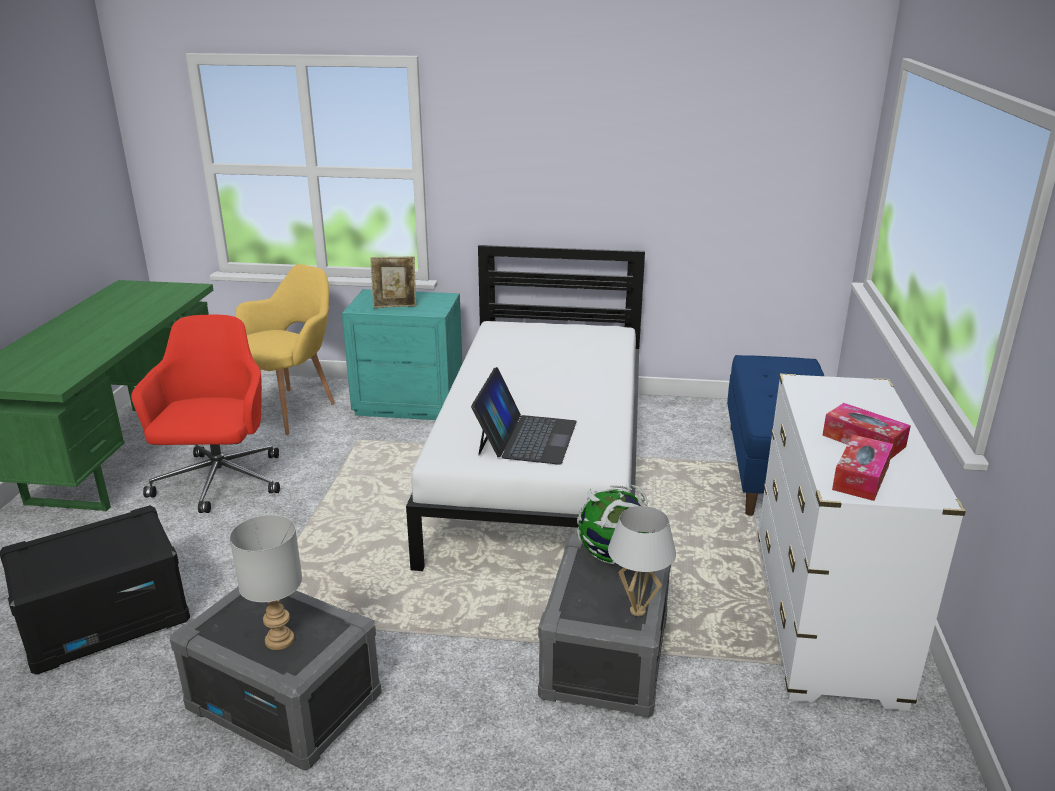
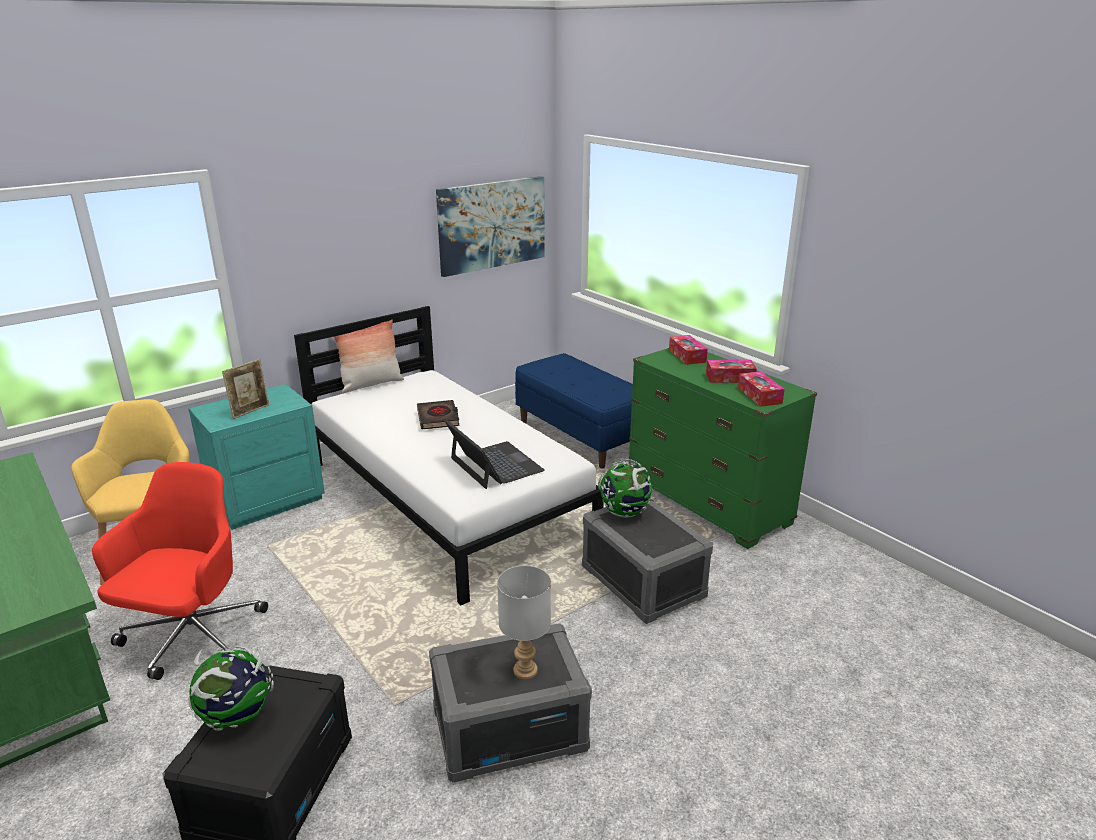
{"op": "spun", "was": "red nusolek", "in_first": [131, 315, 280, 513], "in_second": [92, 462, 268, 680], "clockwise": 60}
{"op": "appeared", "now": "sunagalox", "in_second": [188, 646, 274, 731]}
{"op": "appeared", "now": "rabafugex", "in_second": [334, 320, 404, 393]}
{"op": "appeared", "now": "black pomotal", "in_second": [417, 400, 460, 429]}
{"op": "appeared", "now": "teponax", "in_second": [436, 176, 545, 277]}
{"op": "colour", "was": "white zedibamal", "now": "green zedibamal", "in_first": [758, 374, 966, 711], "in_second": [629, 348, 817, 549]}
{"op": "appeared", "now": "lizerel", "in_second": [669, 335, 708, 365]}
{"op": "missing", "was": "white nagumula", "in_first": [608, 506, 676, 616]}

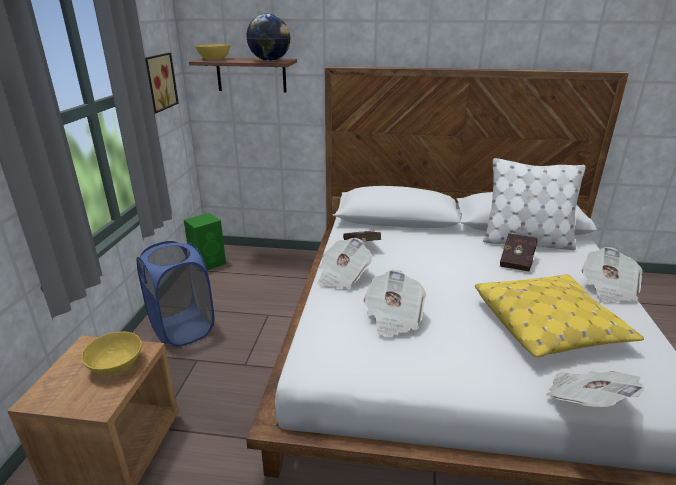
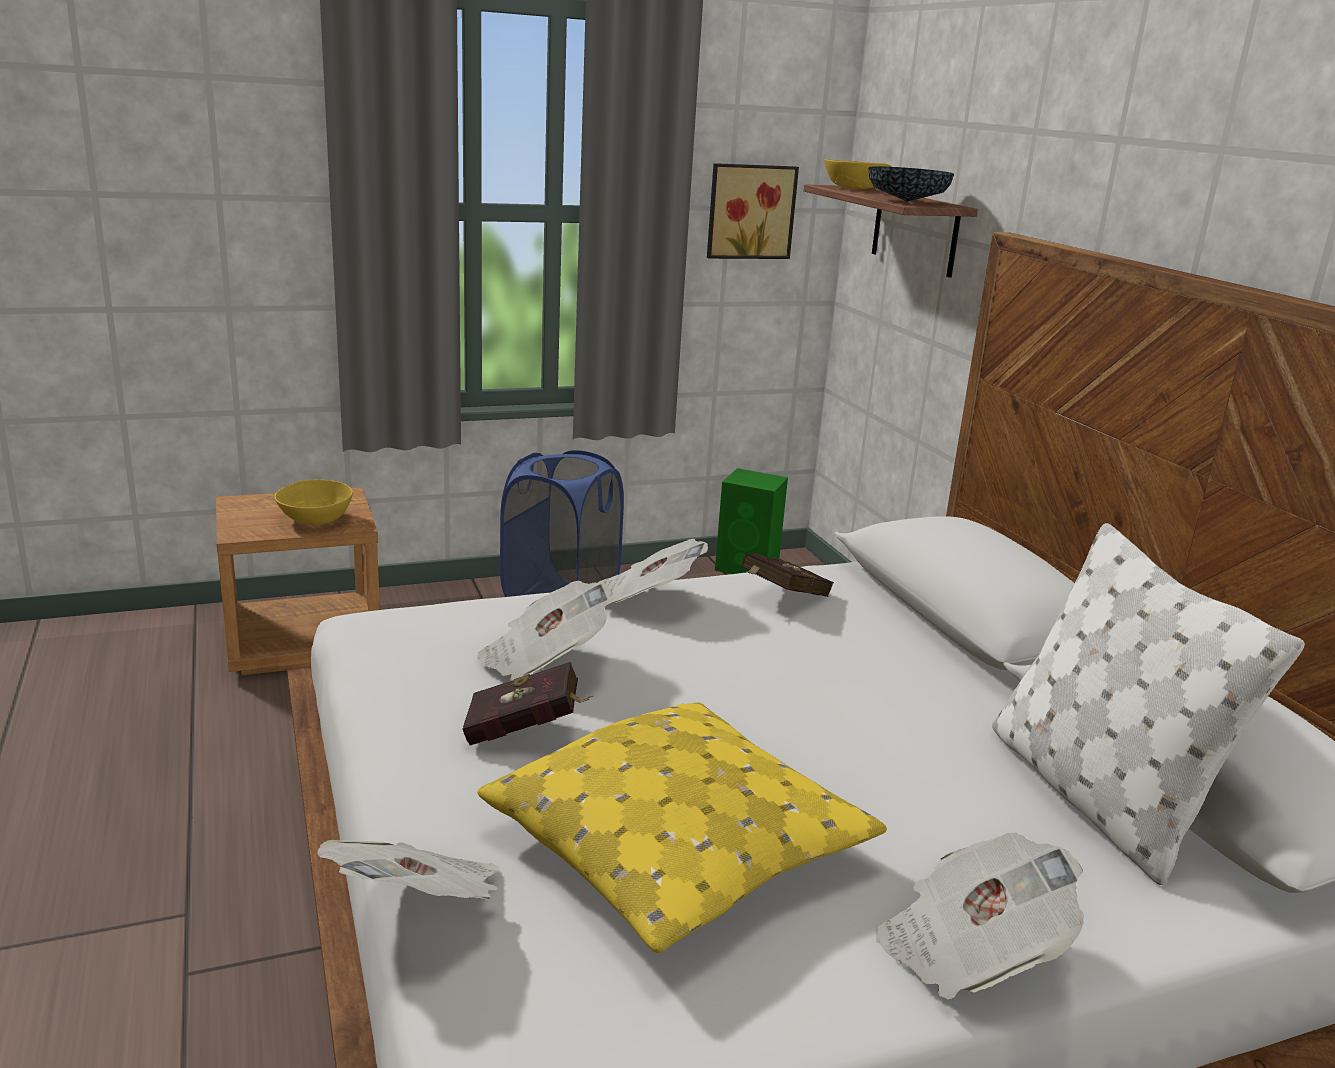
{"op": "relocated", "was": "red pomotal", "in_first": [500, 233, 537, 271], "in_second": [462, 662, 593, 745]}
{"op": "exchanged", "was": "sunagalox", "now": "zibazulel", "in_first": [246, 14, 291, 61], "in_second": [869, 166, 954, 201]}

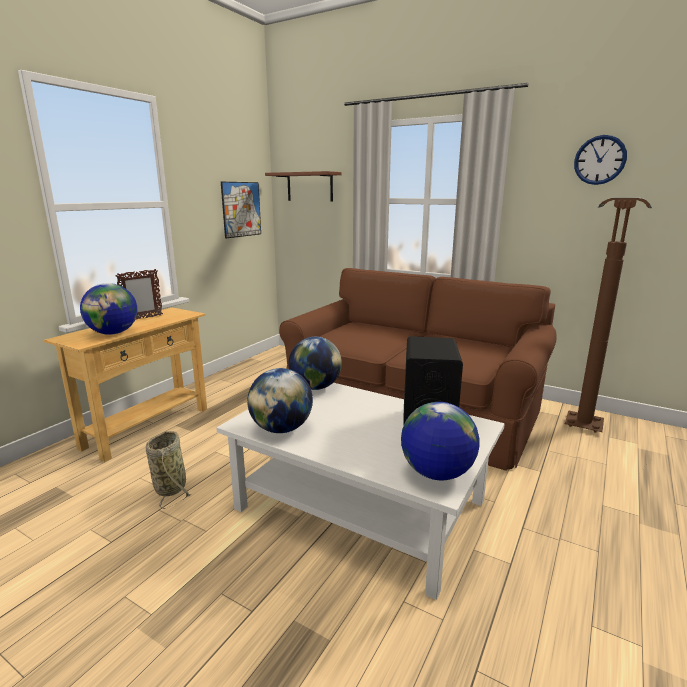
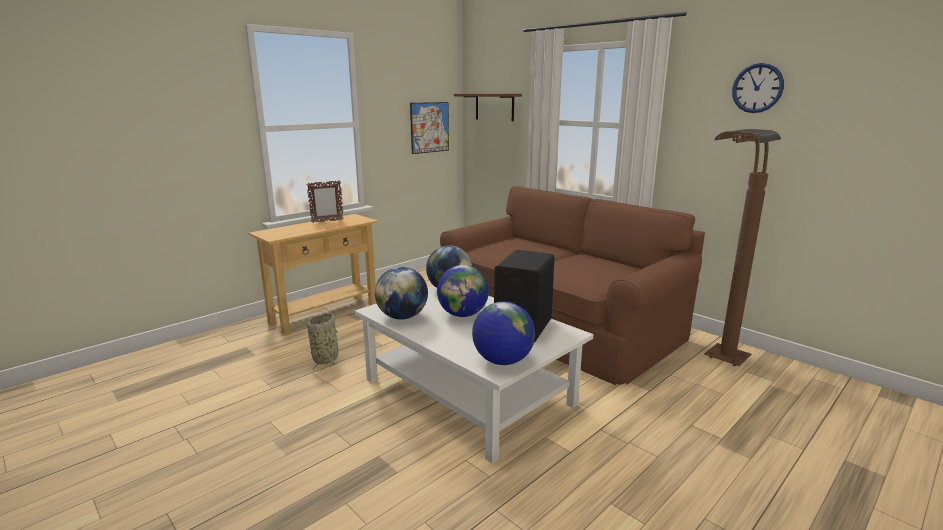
{"op": "relocated", "was": "sunagalox", "in_first": [80, 283, 137, 335], "in_second": [437, 265, 489, 317]}

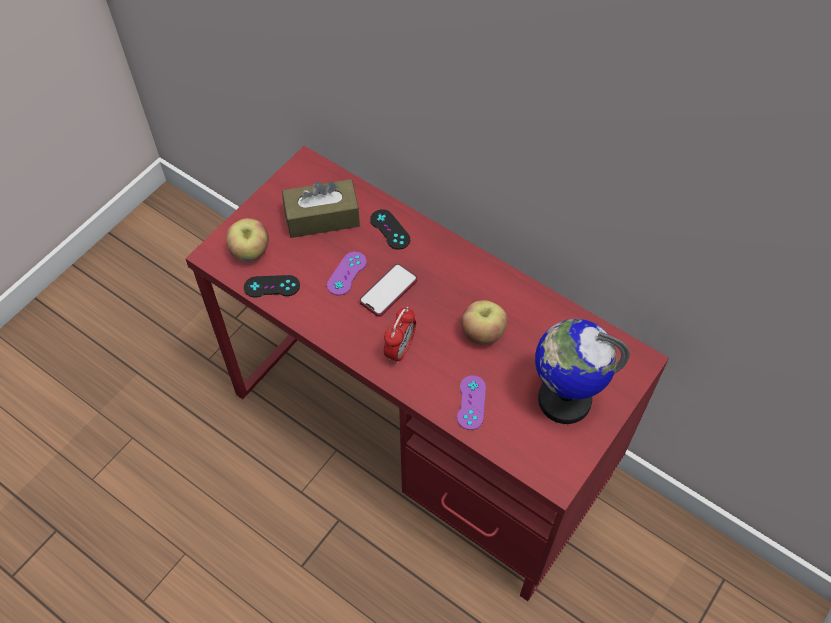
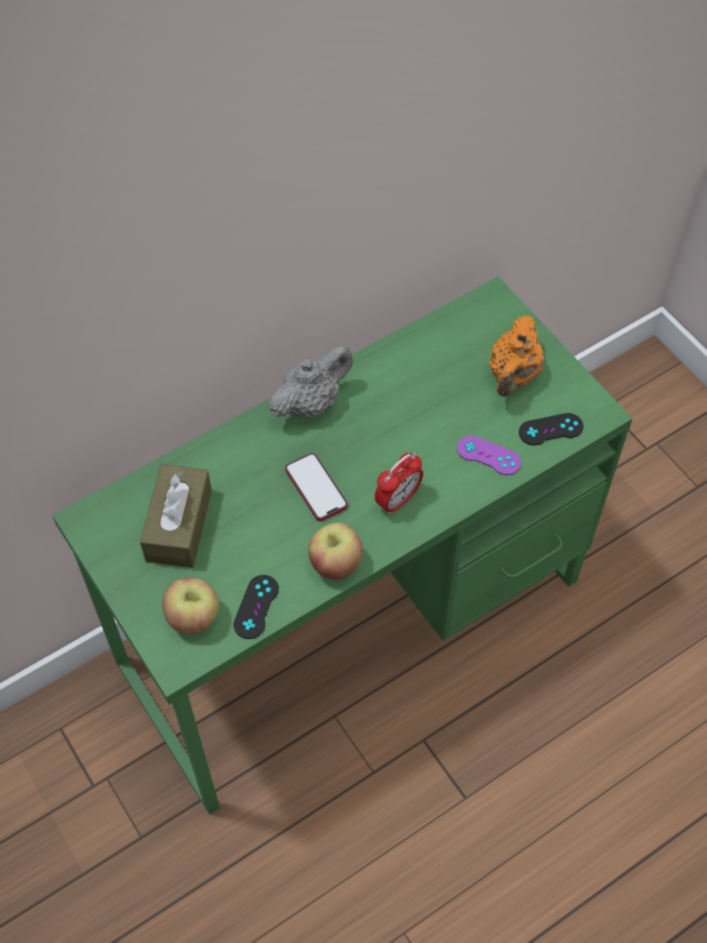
{"op": "colour", "was": "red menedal", "now": "green menedal", "in_first": [185, 146, 669, 601], "in_second": [52, 276, 633, 815]}
{"op": "appeared", "now": "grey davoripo", "in_second": [269, 345, 353, 418]}
{"op": "relocated", "was": "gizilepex", "in_first": [461, 300, 508, 345], "in_second": [308, 522, 363, 580]}
{"op": "spun", "was": "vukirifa", "in_first": [384, 307, 416, 364], "in_second": [375, 453, 423, 515], "clockwise": 90}
{"op": "exchanged", "was": "sunagalox", "now": "orange davoripo", "in_first": [535, 319, 630, 424], "in_second": [489, 315, 544, 397]}
{"op": "relocated", "was": "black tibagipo", "in_first": [370, 209, 411, 250], "in_second": [519, 413, 583, 445]}
{"op": "missing", "was": "purple tibagipo", "in_first": [327, 252, 367, 296]}

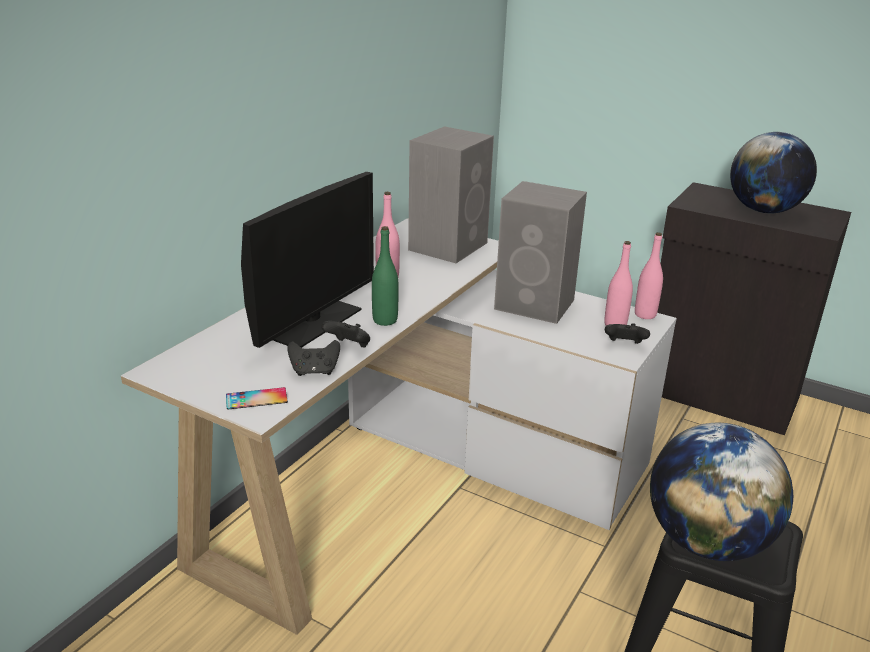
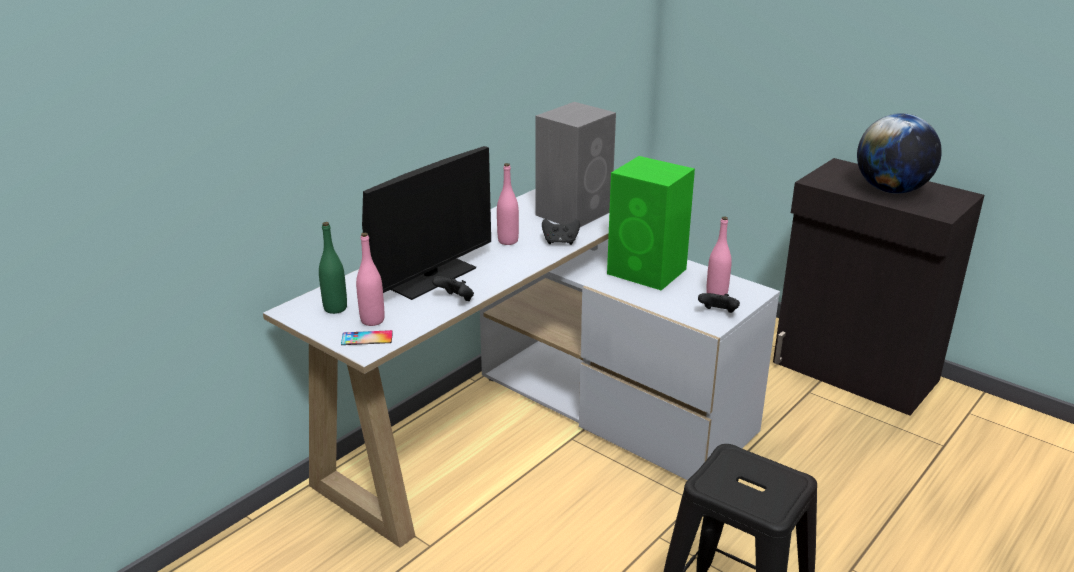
{"op": "relocated", "was": "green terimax", "in_first": [372, 226, 399, 326], "in_second": [319, 222, 347, 314]}
{"op": "relocated", "was": "pink terimax", "in_first": [635, 232, 663, 319], "in_second": [356, 233, 385, 326]}
{"op": "relocated", "was": "black tibagipo", "in_first": [287, 340, 340, 376], "in_second": [542, 219, 580, 245]}
{"op": "colour", "was": "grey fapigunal", "now": "green fapigunal", "in_first": [494, 181, 587, 324], "in_second": [607, 156, 695, 290]}
{"op": "missing", "was": "sunagalox", "in_first": [650, 423, 793, 561]}

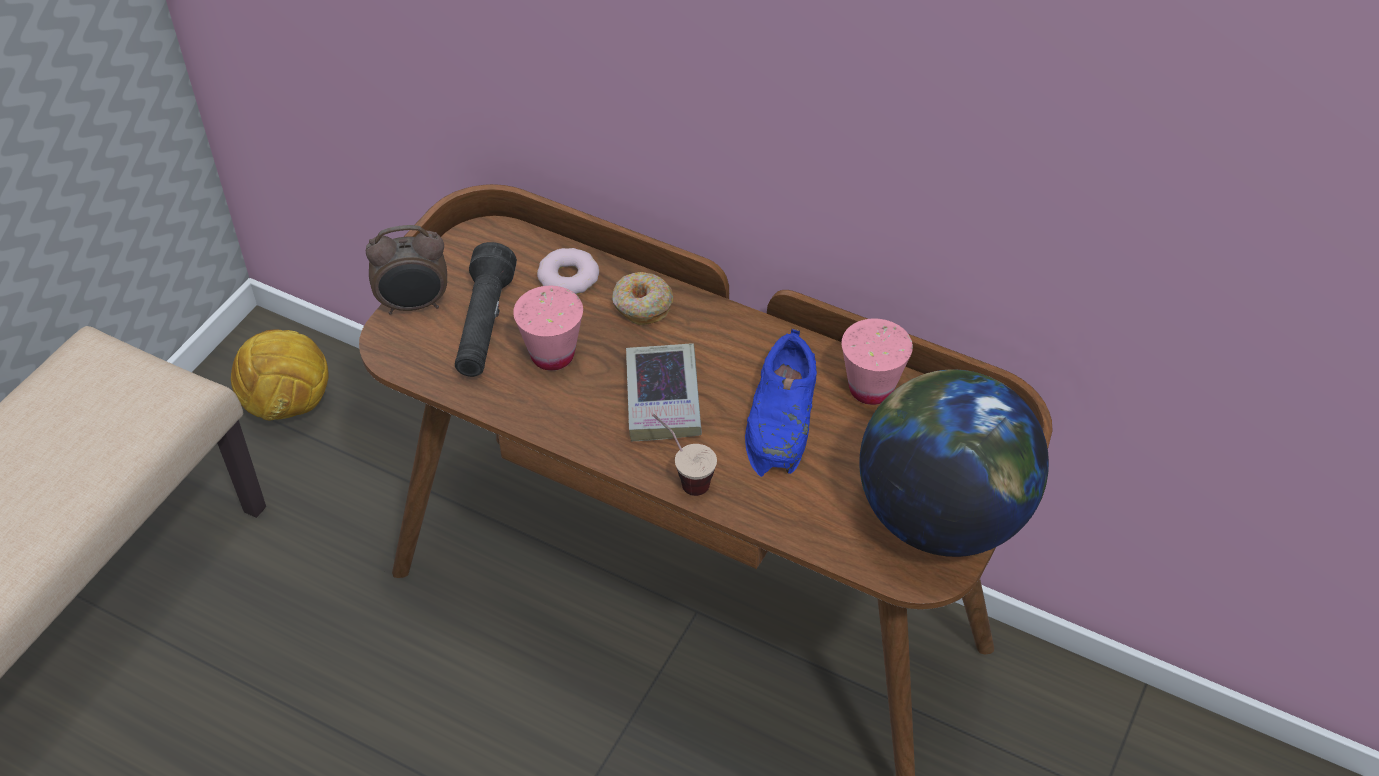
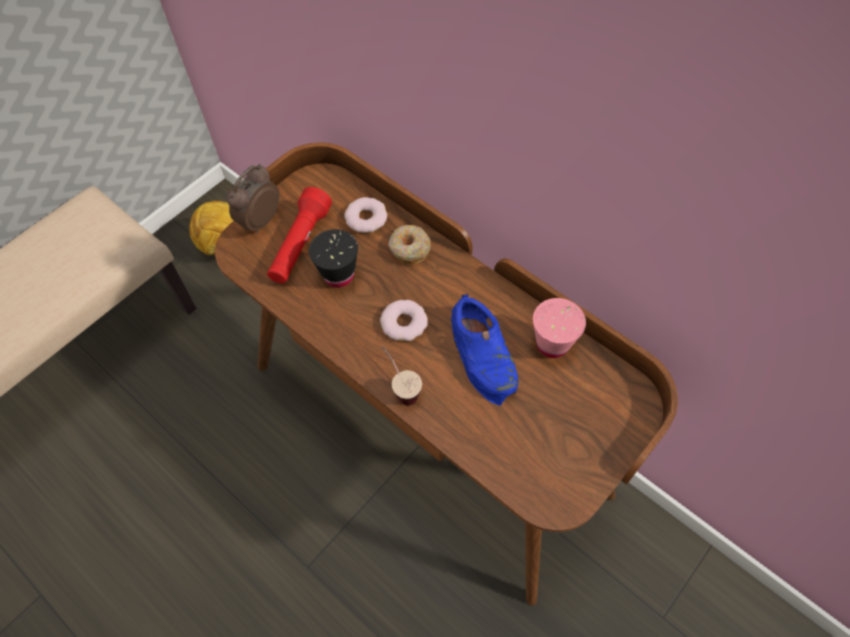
{"op": "spun", "was": "vukirifa", "in_first": [366, 225, 447, 315], "in_second": [226, 164, 280, 234], "clockwise": 120}
{"op": "colour", "was": "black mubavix", "now": "red mubavix", "in_first": [455, 242, 517, 377], "in_second": [267, 187, 332, 283]}
{"op": "colour", "was": "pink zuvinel", "now": "black zuvinel", "in_first": [513, 286, 583, 371], "in_second": [309, 229, 358, 288]}
{"op": "exchanged", "was": "pomotal", "now": "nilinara", "in_first": [626, 343, 702, 441], "in_second": [380, 300, 428, 341]}
{"op": "spun", "was": "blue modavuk", "in_first": [745, 328, 817, 477], "in_second": [451, 293, 519, 405], "clockwise": -45}
{"op": "missing", "was": "sunagalox", "in_first": [859, 370, 1049, 557]}

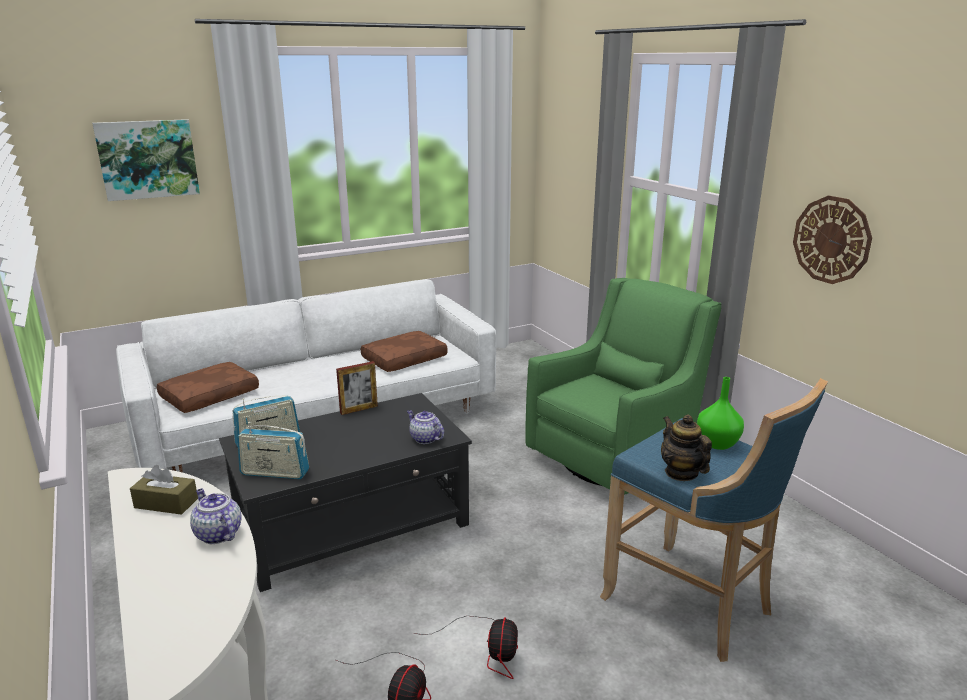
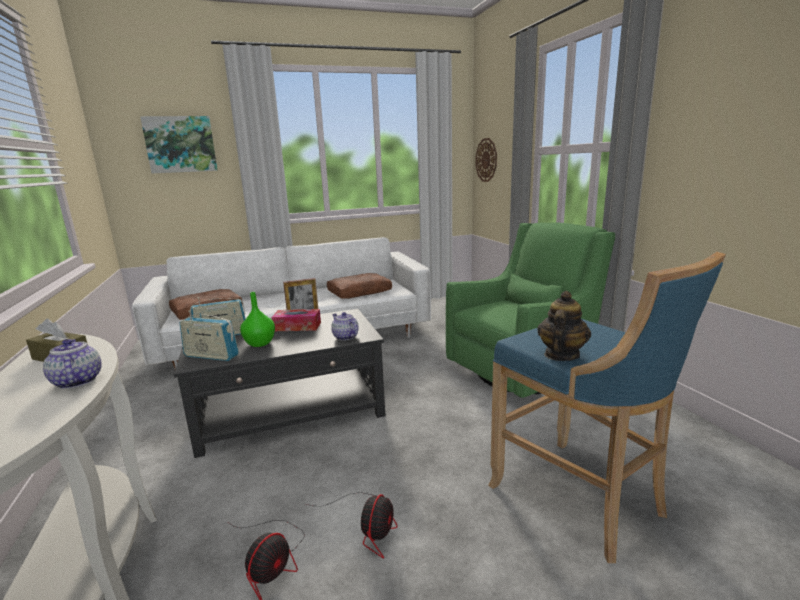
{"op": "relocated", "was": "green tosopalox", "in_first": [697, 377, 744, 450], "in_second": [240, 292, 275, 347]}
{"op": "appeared", "now": "lizerel", "in_second": [271, 309, 321, 331]}
{"op": "relocated", "was": "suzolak", "in_first": [793, 196, 872, 284], "in_second": [476, 138, 497, 182]}
{"op": "spun", "was": "davoripo", "in_first": [661, 414, 712, 481], "in_second": [538, 291, 591, 361], "clockwise": 45}

